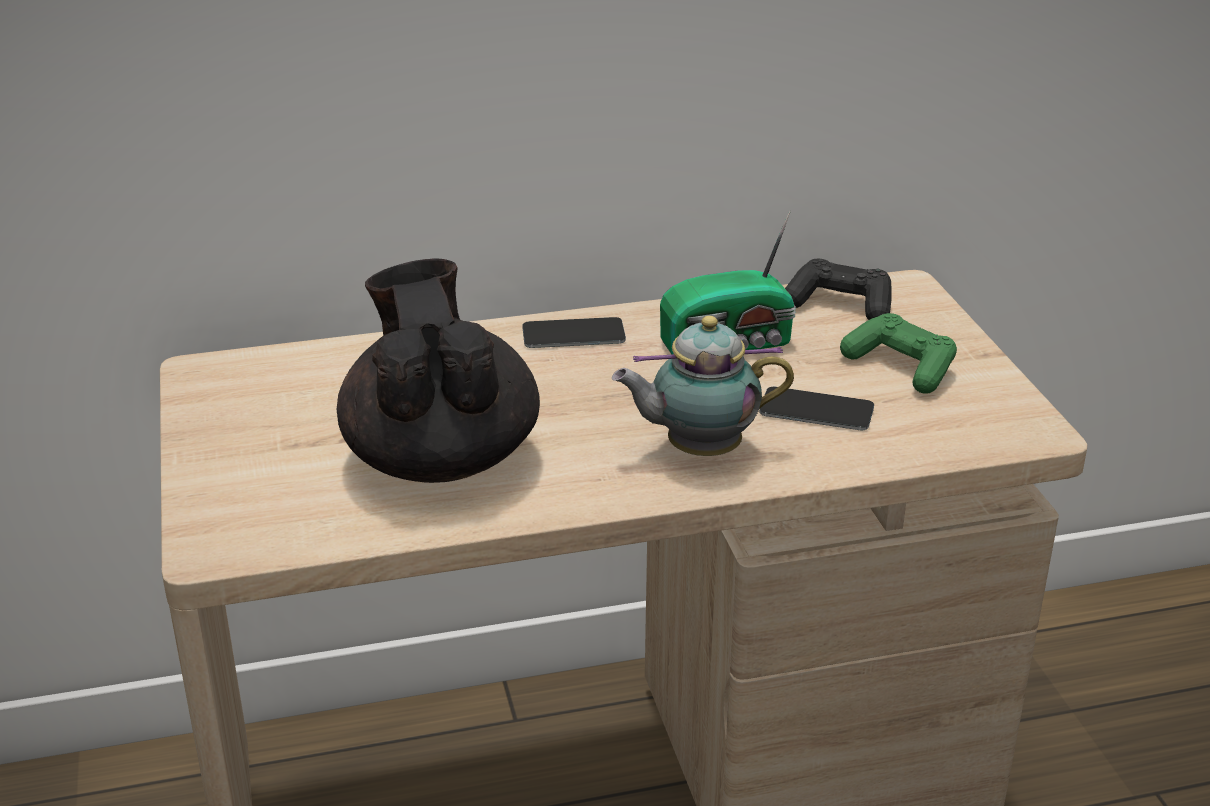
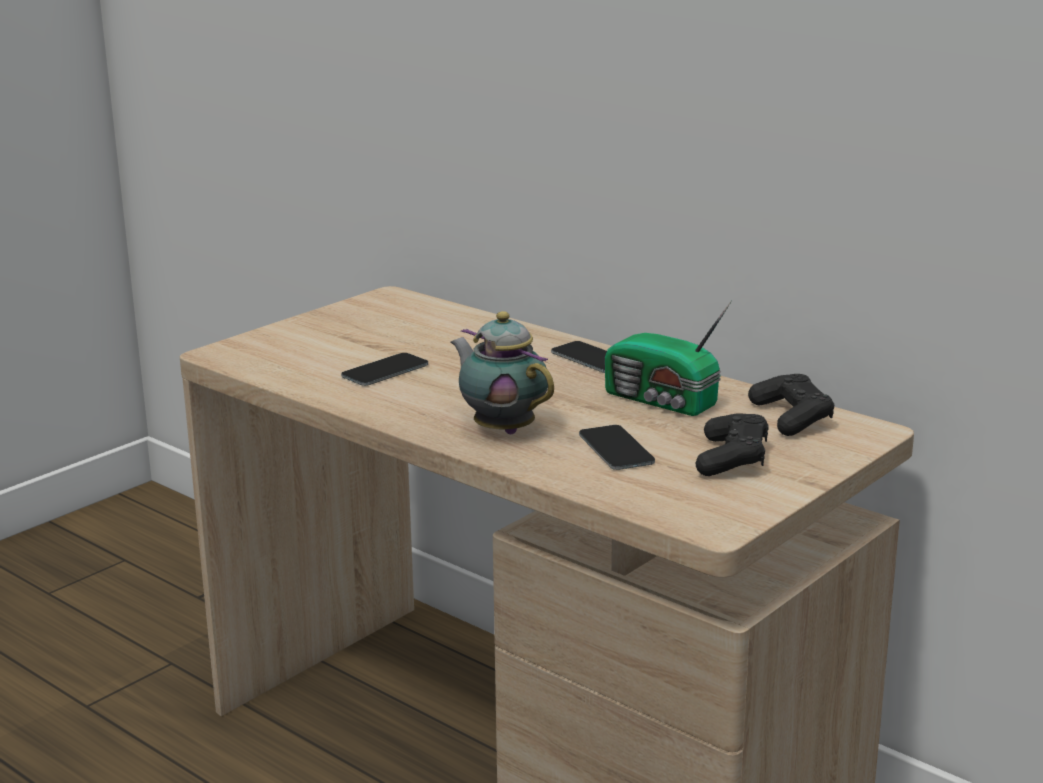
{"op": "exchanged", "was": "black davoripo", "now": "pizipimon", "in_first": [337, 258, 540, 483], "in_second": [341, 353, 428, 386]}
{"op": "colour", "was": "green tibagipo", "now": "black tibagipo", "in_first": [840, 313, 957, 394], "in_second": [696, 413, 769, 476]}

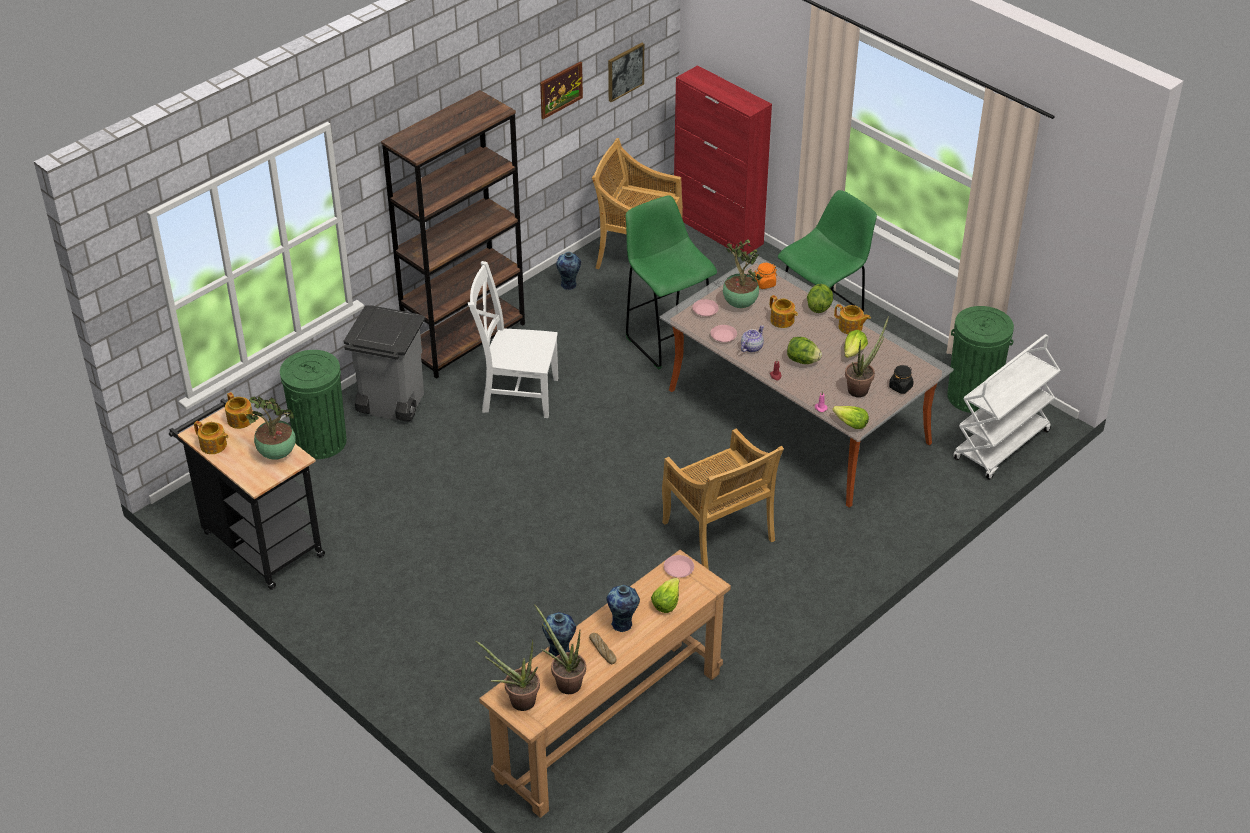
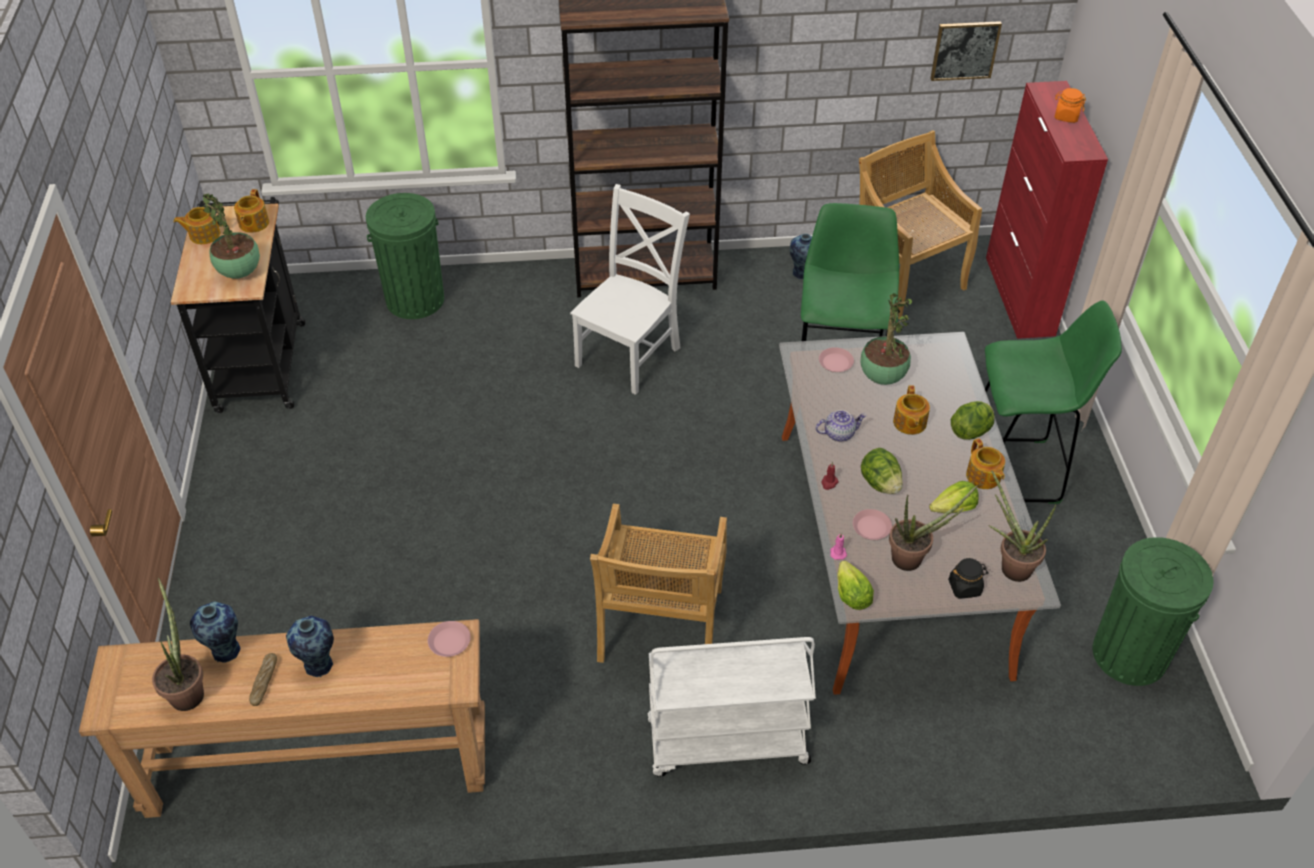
{"op": "spun", "was": "davoripo", "in_first": [194, 421, 229, 454], "in_second": [173, 207, 223, 244], "clockwise": 90}
{"op": "spun", "was": "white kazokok", "in_first": [468, 261, 558, 418], "in_second": [570, 184, 690, 395], "clockwise": 75}
{"op": "relocated", "was": "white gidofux", "in_first": [953, 334, 1061, 480], "in_second": [647, 637, 816, 777]}
{"op": "relocated", "was": "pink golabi", "in_first": [710, 325, 737, 342], "in_second": [853, 509, 892, 540]}
{"op": "relocated", "was": "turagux", "in_first": [475, 639, 540, 711], "in_second": [988, 470, 1057, 582]}
{"op": "relocated", "was": "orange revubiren", "in_first": [755, 263, 777, 289], "in_second": [1054, 88, 1086, 123]}
{"op": "missing", "was": "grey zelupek", "in_first": [344, 306, 425, 422]}
{"op": "missing", "was": "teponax", "in_first": [540, 62, 583, 119]}
{"op": "missing", "was": "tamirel", "in_first": [651, 578, 679, 613]}

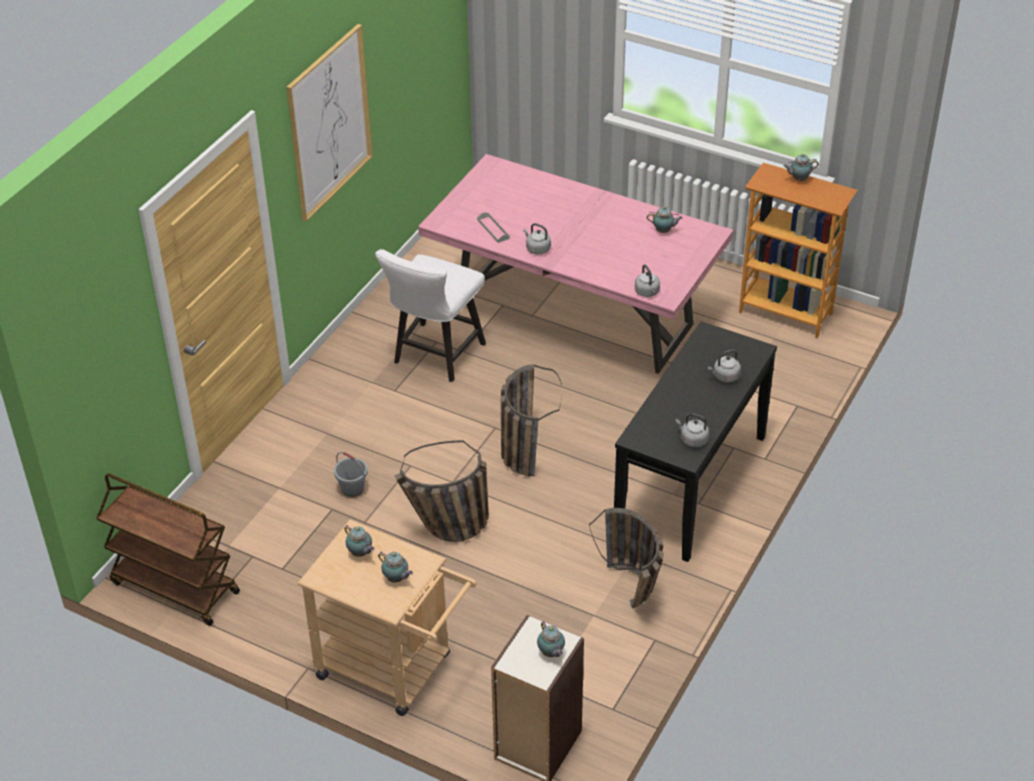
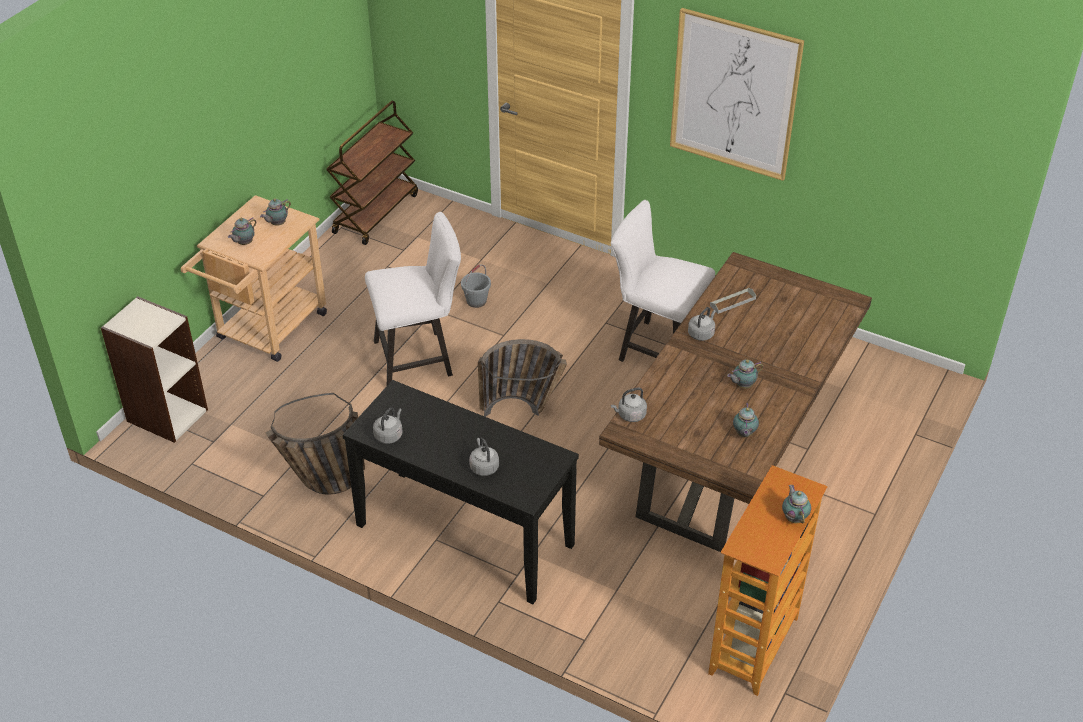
{"op": "exchanged", "was": "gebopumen", "now": "white kazokok", "in_first": [394, 440, 489, 542], "in_second": [365, 212, 461, 385]}
{"op": "colour", "was": "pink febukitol", "now": "brown febukitol", "in_first": [418, 154, 733, 374], "in_second": [599, 252, 872, 552]}
{"op": "relocated", "was": "davoripo", "in_first": [537, 621, 565, 657], "in_second": [727, 359, 763, 388]}

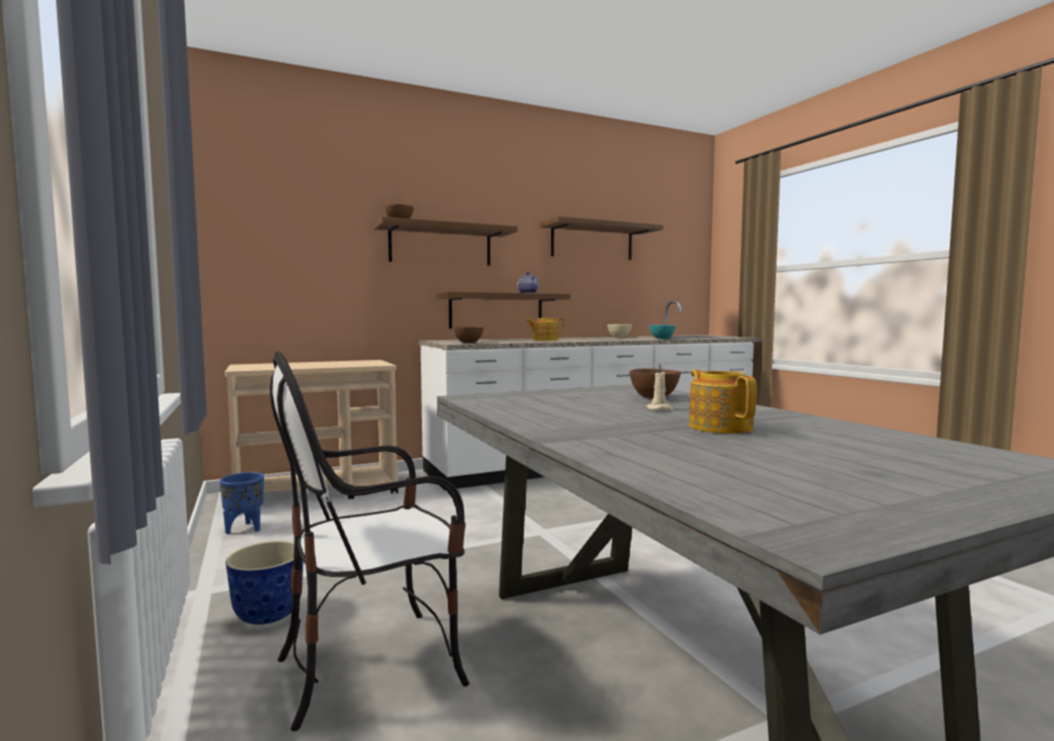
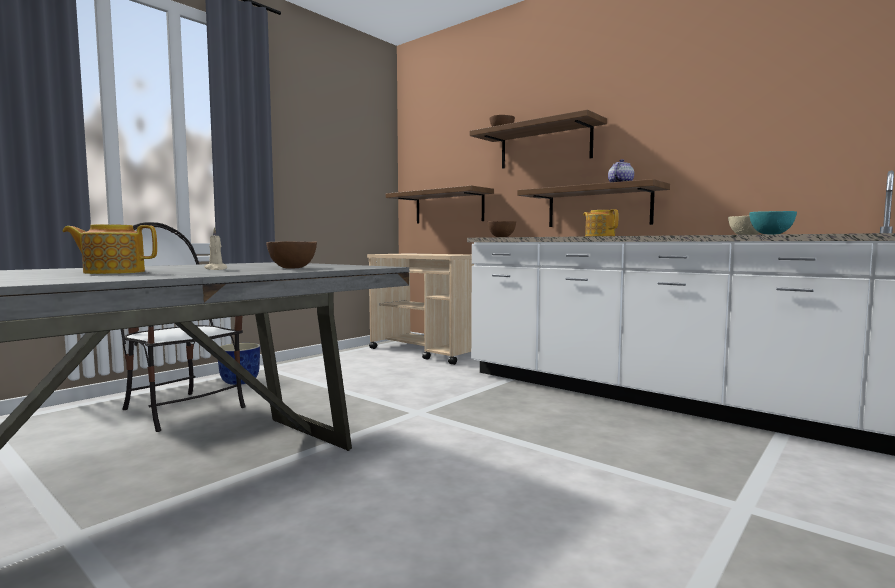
{"op": "spun", "was": "davoripo", "in_first": [689, 370, 756, 434], "in_second": [62, 224, 157, 274], "clockwise": -150}
{"op": "relocated", "was": "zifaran", "in_first": [540, 216, 663, 260], "in_second": [386, 185, 494, 224]}
{"op": "missing", "was": "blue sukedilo", "in_first": [220, 472, 264, 534]}

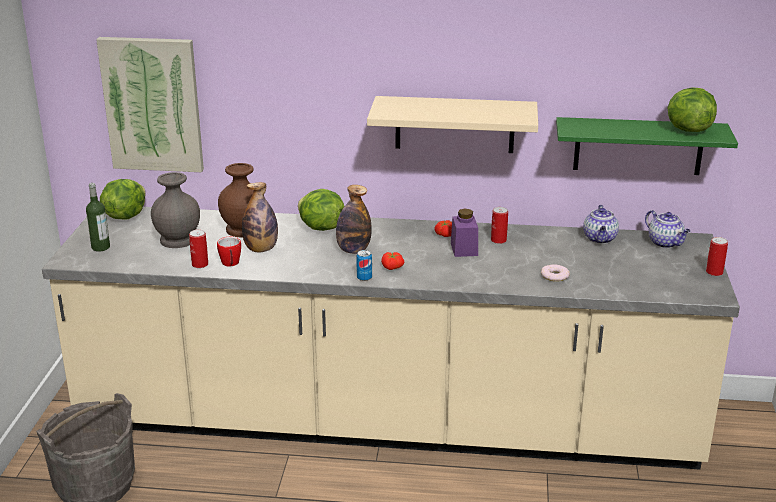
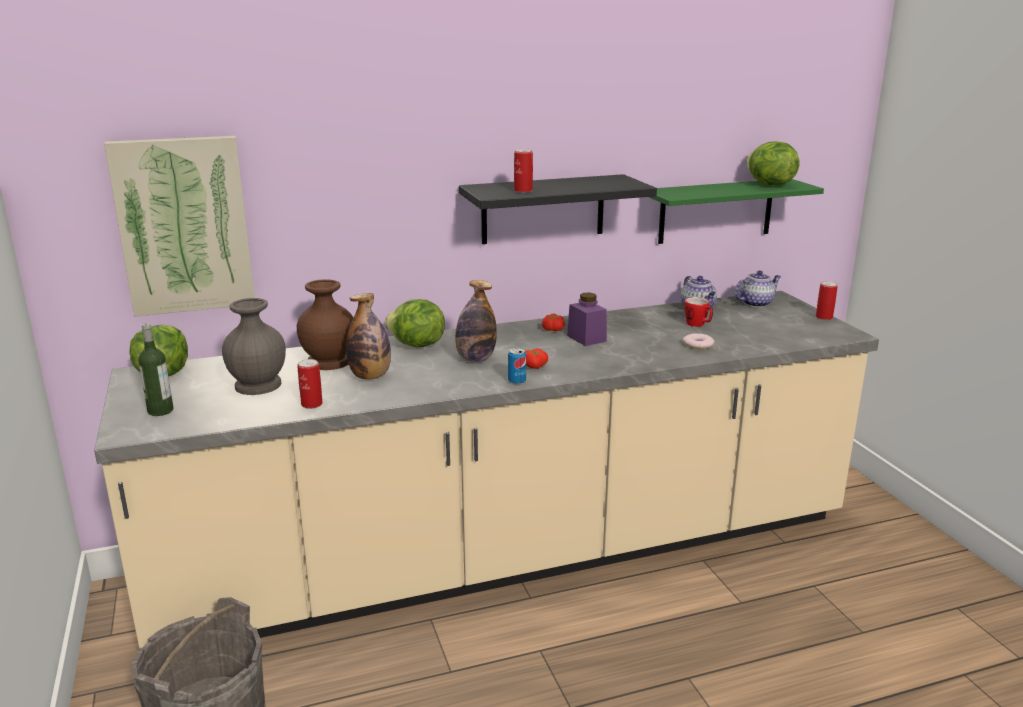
{"op": "colour", "was": "beige zifaran", "now": "black zifaran", "in_first": [367, 96, 538, 153], "in_second": [459, 174, 657, 244]}
{"op": "relocated", "was": "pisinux", "in_first": [491, 207, 508, 244], "in_second": [514, 149, 533, 193]}
{"op": "relocated", "was": "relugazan", "in_first": [217, 237, 241, 266], "in_second": [684, 297, 713, 327]}
{"op": "spun", "was": "davoripo", "in_first": [645, 210, 690, 248], "in_second": [734, 271, 781, 307], "clockwise": -60}

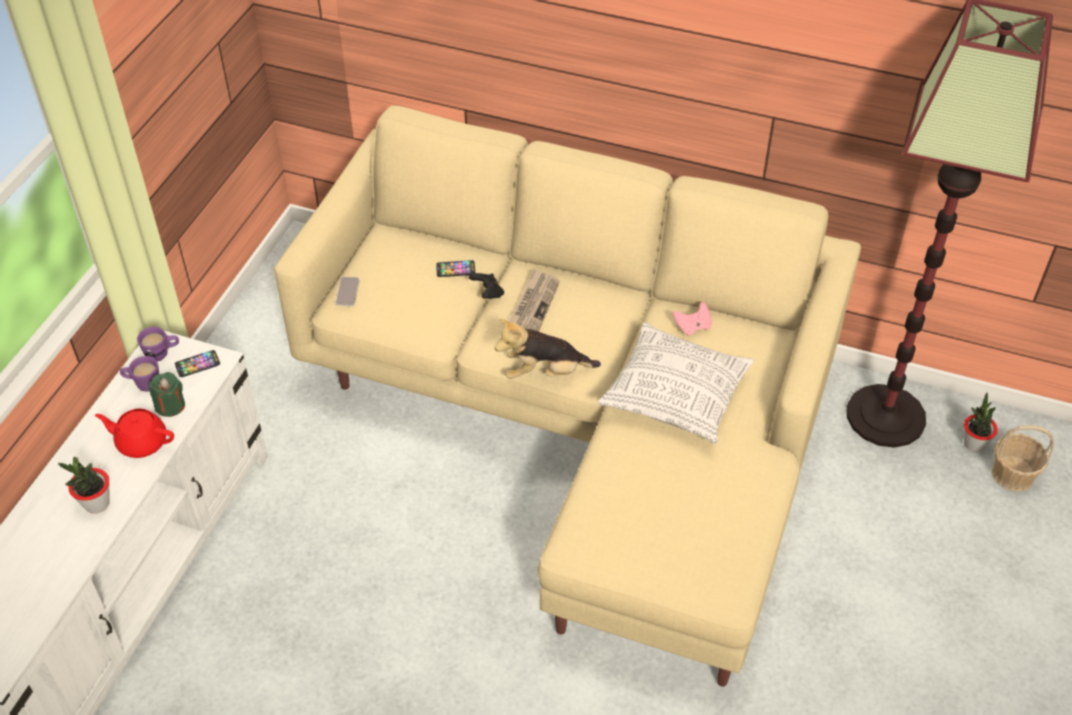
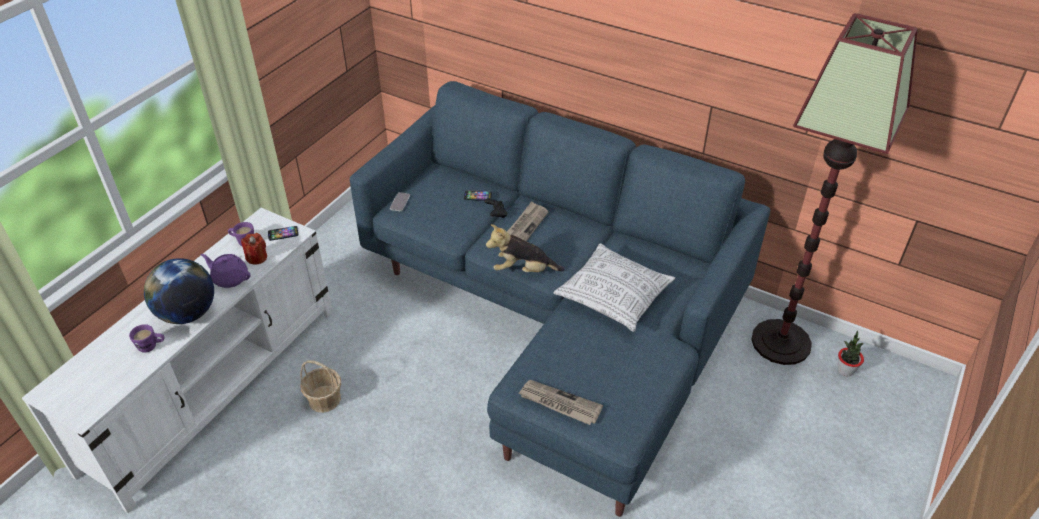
{"op": "relocated", "was": "purple relugazan", "in_first": [137, 327, 179, 361], "in_second": [129, 324, 165, 353]}
{"op": "exchanged", "was": "turagux", "now": "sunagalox", "in_first": [58, 456, 110, 514], "in_second": [144, 258, 214, 324]}
{"op": "colour", "was": "red davoripo", "now": "purple davoripo", "in_first": [95, 409, 174, 458], "in_second": [201, 254, 250, 288]}
{"op": "colour", "was": "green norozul", "now": "red norozul", "in_first": [149, 372, 185, 417], "in_second": [241, 233, 267, 265]}
{"op": "relocated", "was": "gebopumen", "in_first": [991, 425, 1054, 491], "in_second": [300, 360, 341, 413]}
{"op": "colour", "was": "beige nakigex", "now": "blue nakigex", "in_first": [274, 106, 861, 687], "in_second": [350, 81, 770, 517]}
{"op": "appeared", "now": "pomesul", "in_second": [518, 380, 603, 425]}
{"op": "missing", "was": "pink tibagipo", "in_first": [673, 302, 712, 336]}

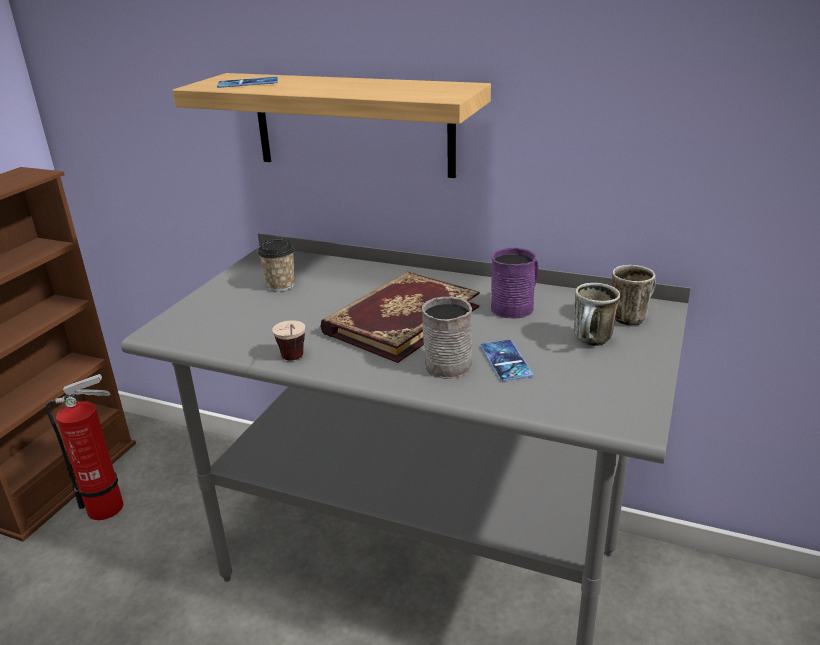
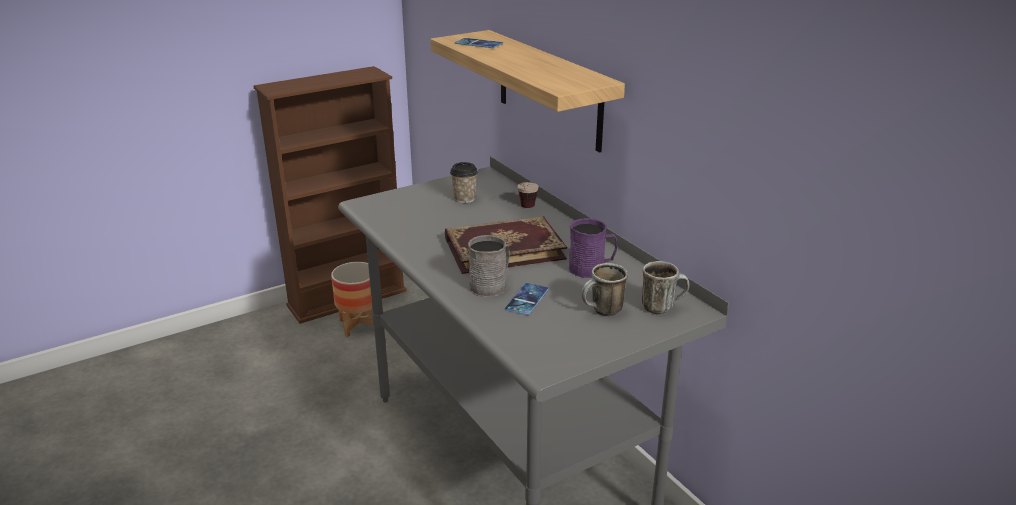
{"op": "exchanged", "was": "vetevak", "now": "sukedilo", "in_first": [46, 374, 123, 520], "in_second": [331, 262, 374, 337]}
{"op": "relocated", "was": "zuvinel", "in_first": [272, 320, 305, 360], "in_second": [517, 182, 539, 208]}

